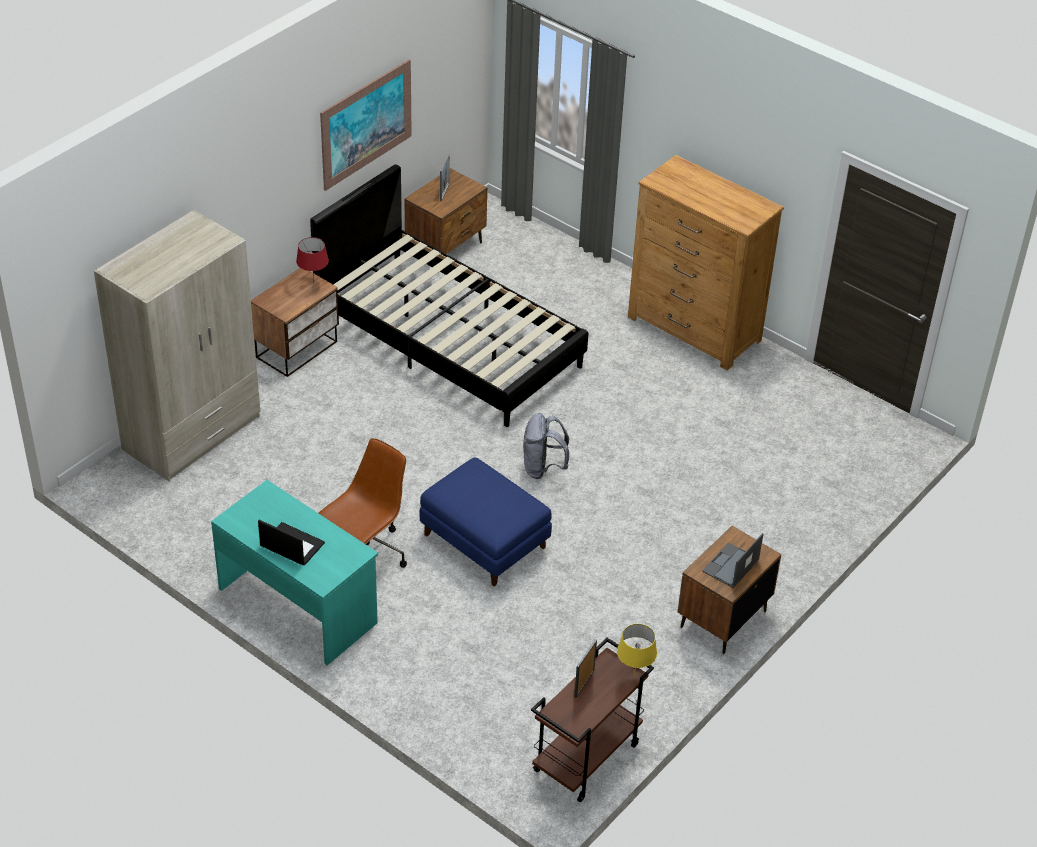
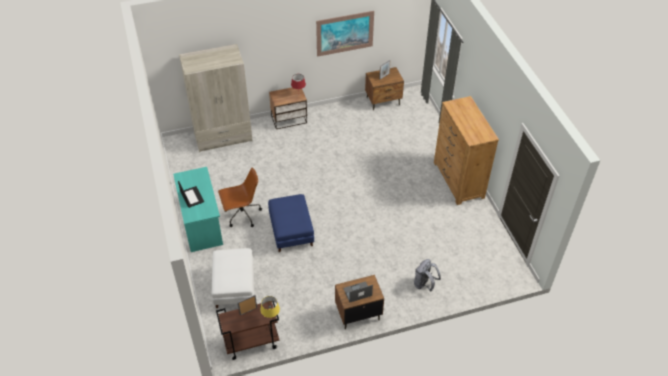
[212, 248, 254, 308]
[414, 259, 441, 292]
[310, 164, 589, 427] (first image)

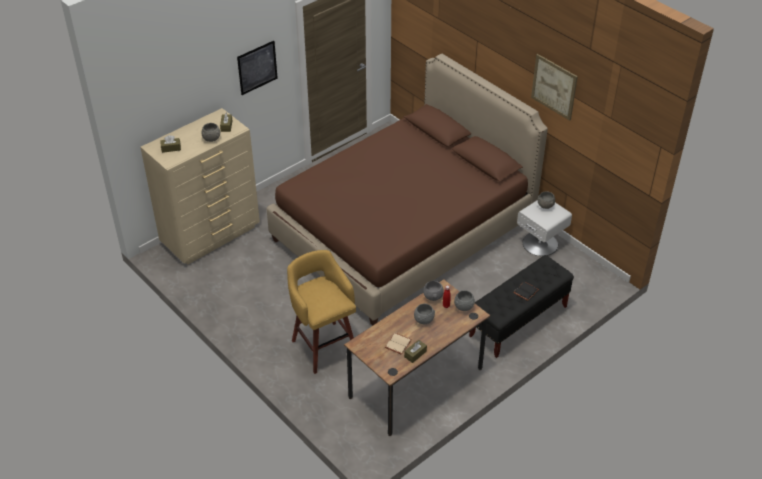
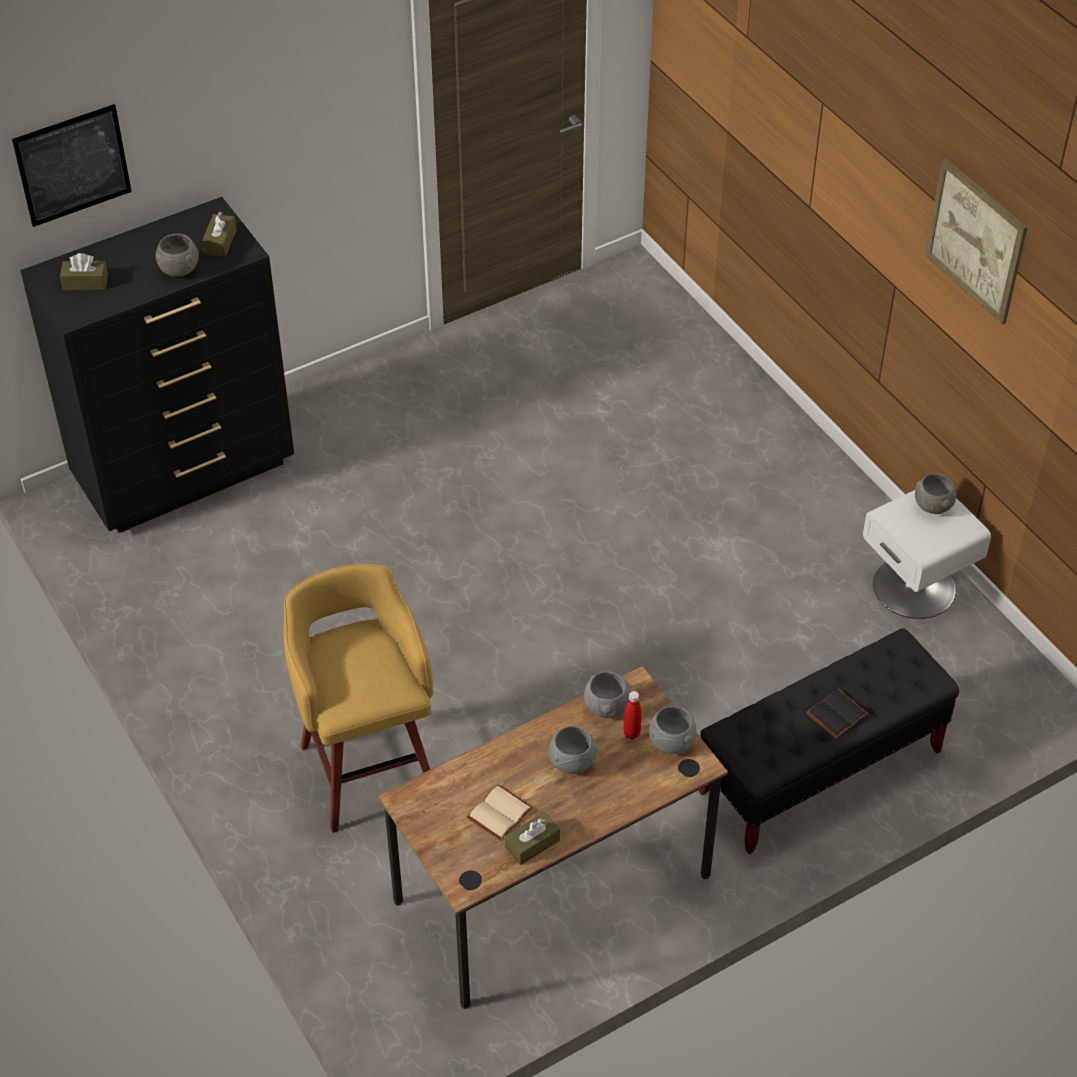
[12, 104, 132, 227]
[21, 197, 294, 533]
[266, 54, 548, 325] (first image)

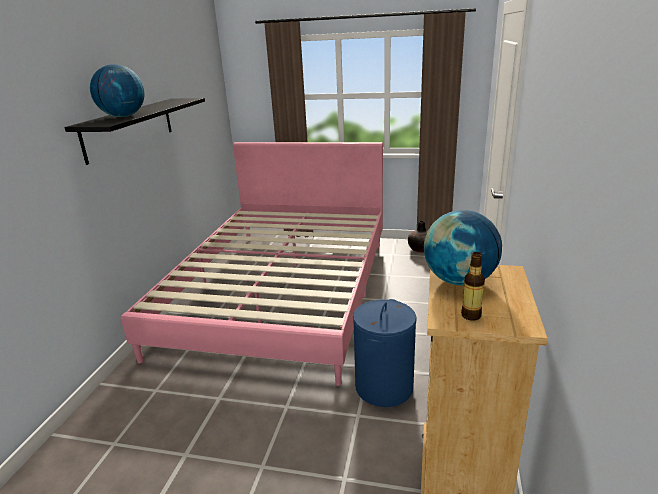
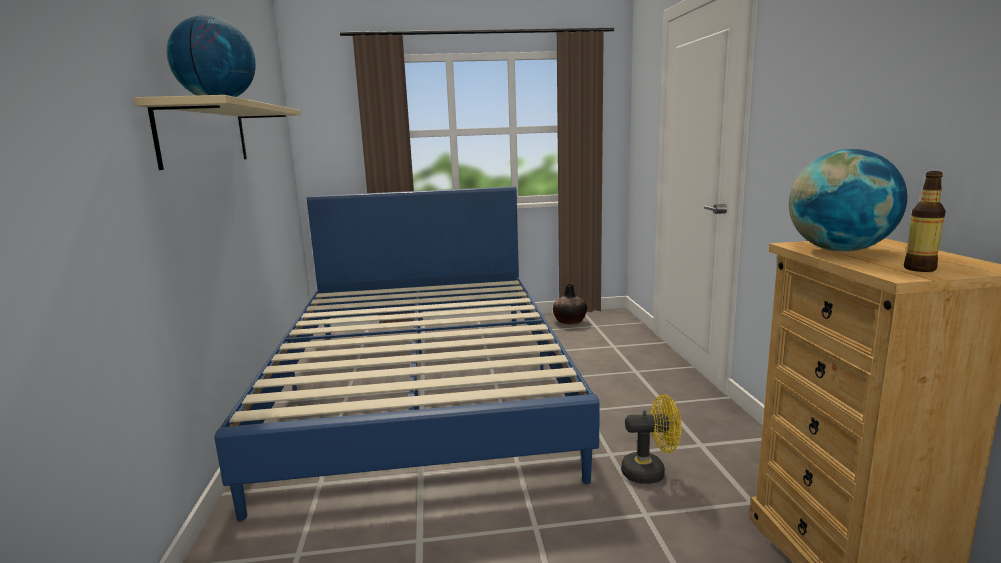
[134, 95, 301, 170]
[215, 186, 600, 521]
[621, 394, 681, 484]

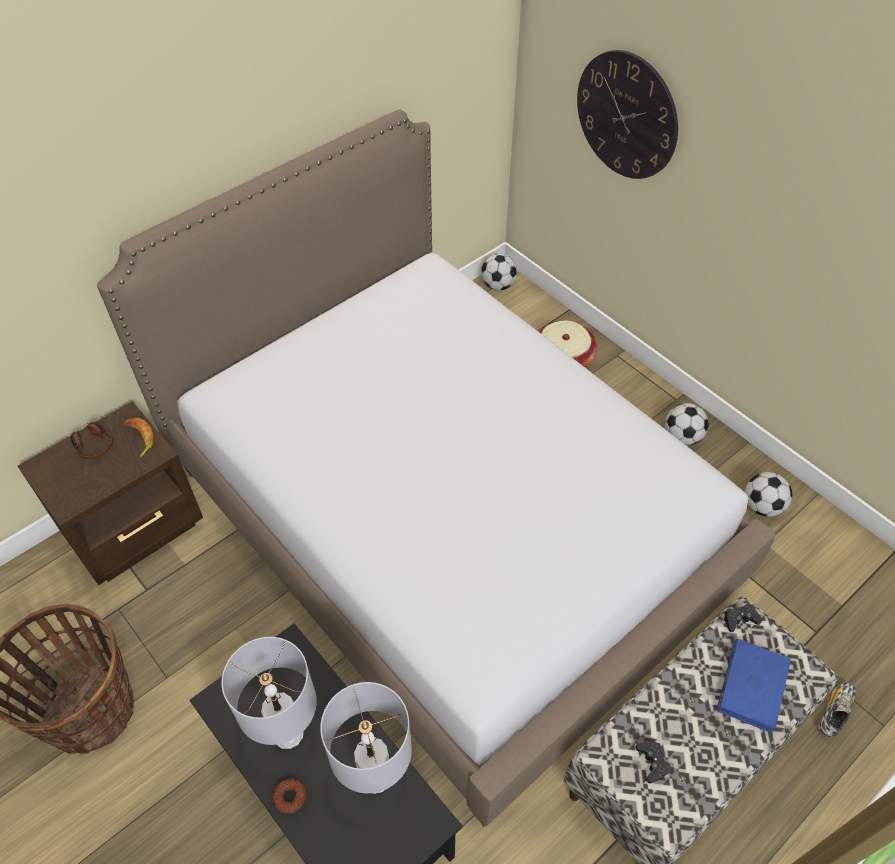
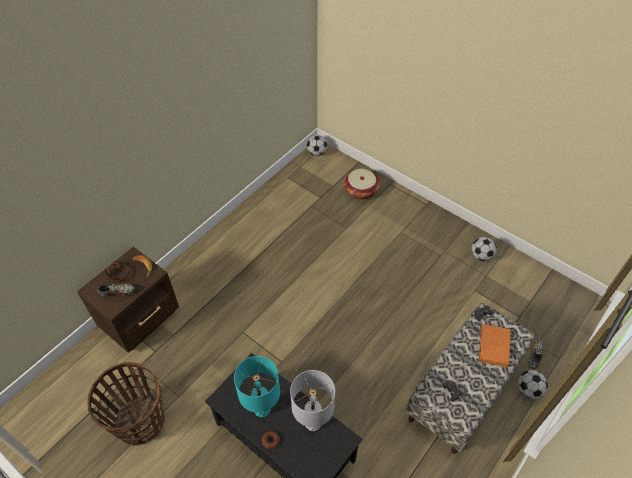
[97, 283, 135, 297]
[234, 356, 280, 417]
[479, 324, 511, 367]
[518, 370, 548, 399]
[97, 110, 775, 827] (first image)
[577, 50, 678, 179] (first image)

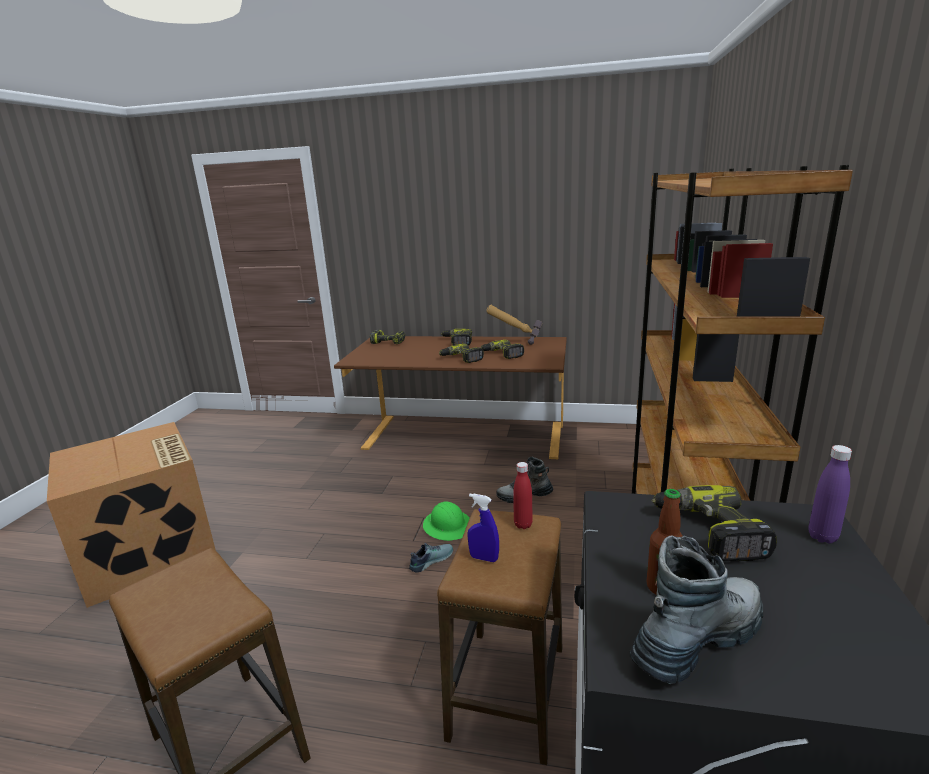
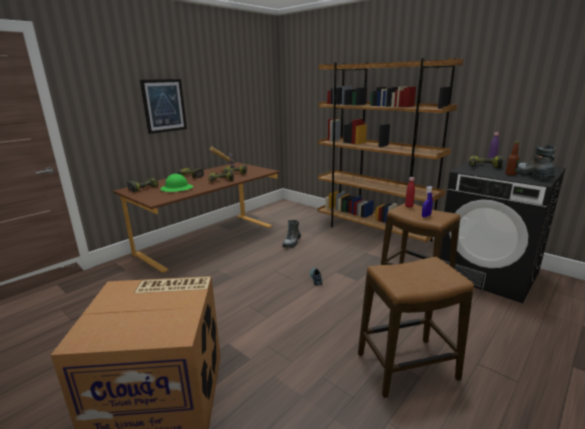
[140, 79, 187, 134]
[160, 174, 193, 192]

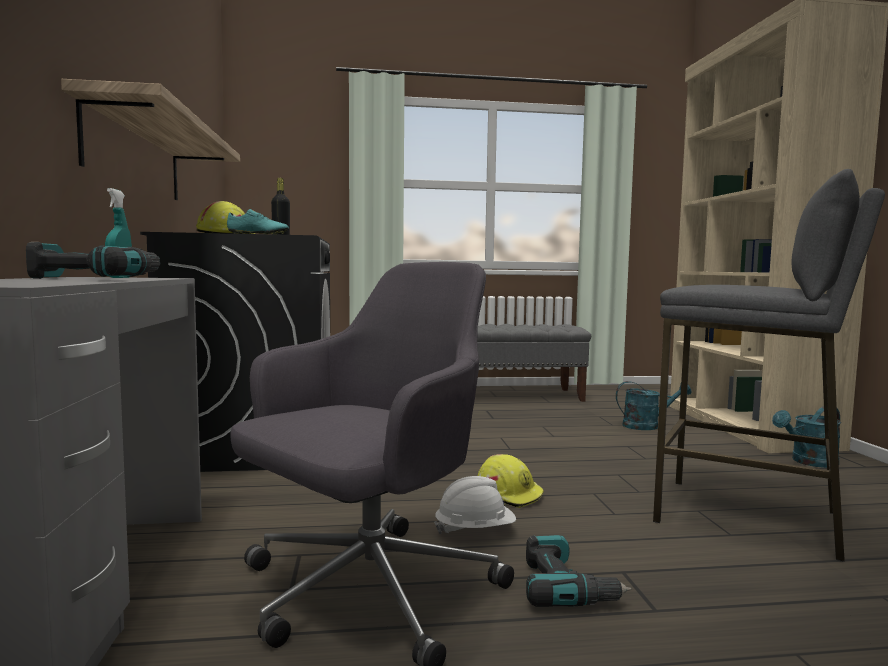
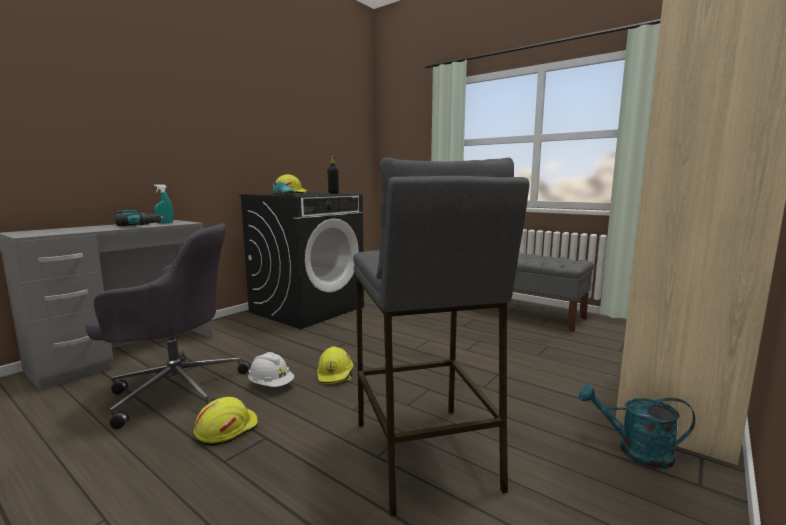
[194, 397, 258, 446]
[61, 79, 240, 200] (first image)
[616, 381, 692, 430] (first image)

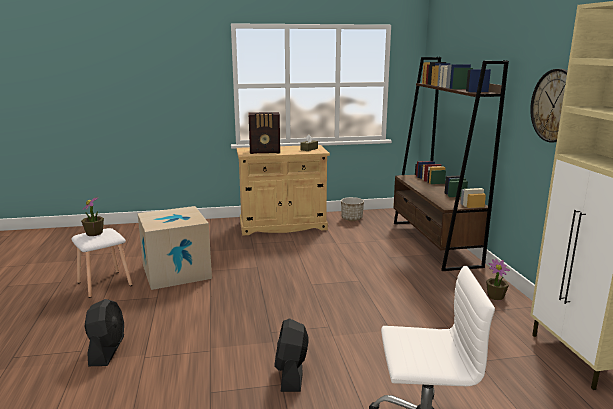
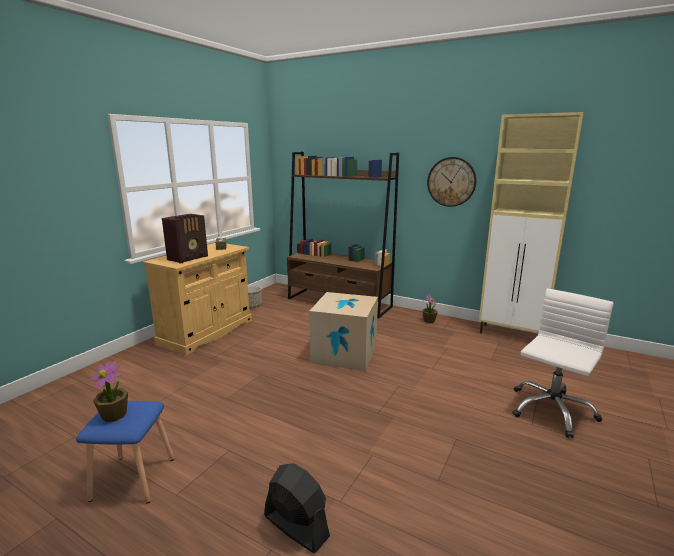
[76, 401, 174, 504]
[309, 292, 378, 371]
[274, 318, 309, 392] (first image)

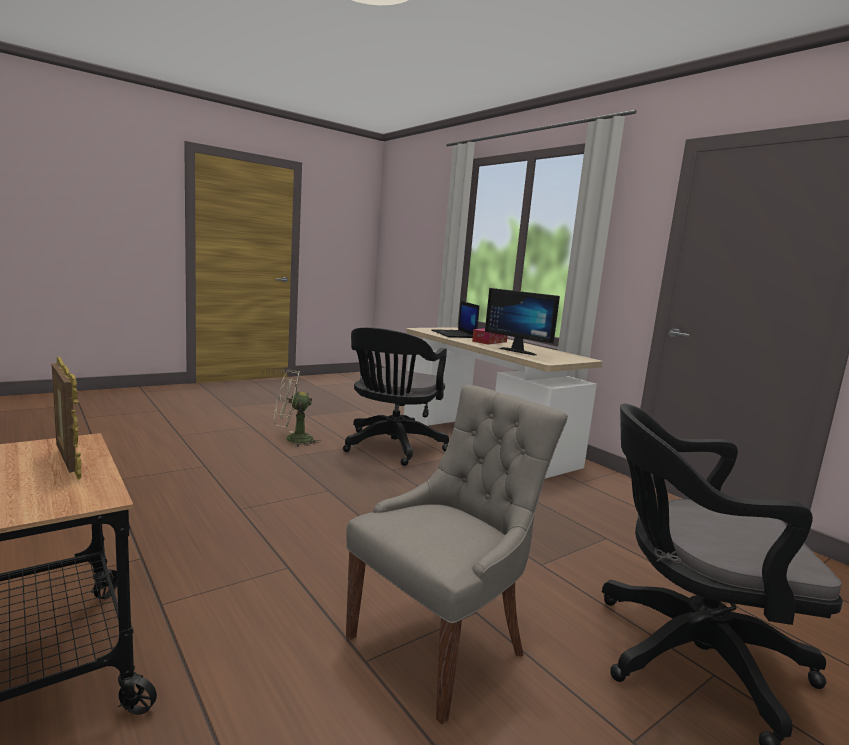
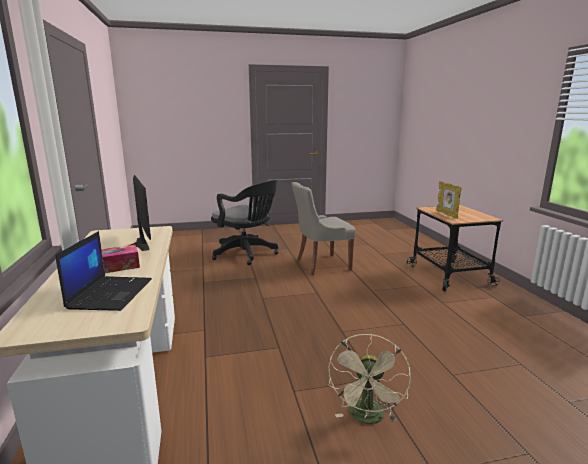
[328, 334, 411, 424]
[343, 328, 449, 466] (first image)

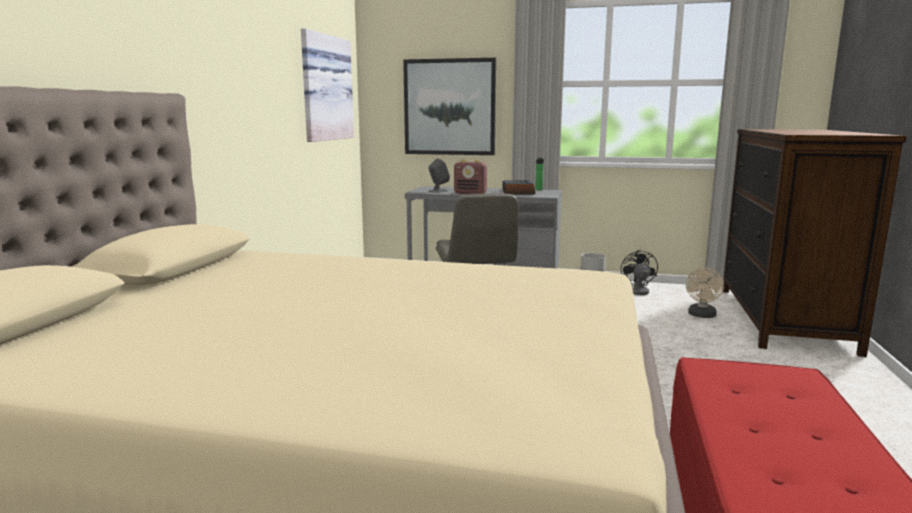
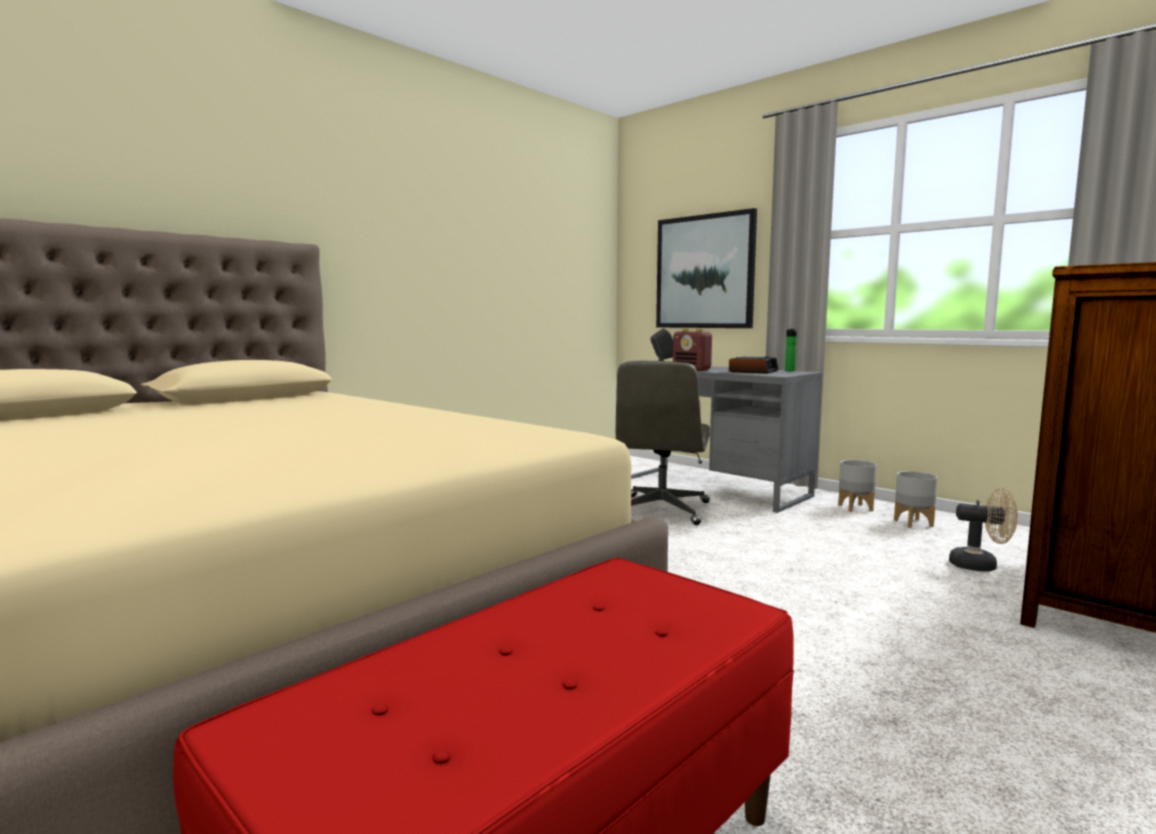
[894, 471, 938, 528]
[949, 488, 1018, 572]
[301, 28, 354, 142] (first image)

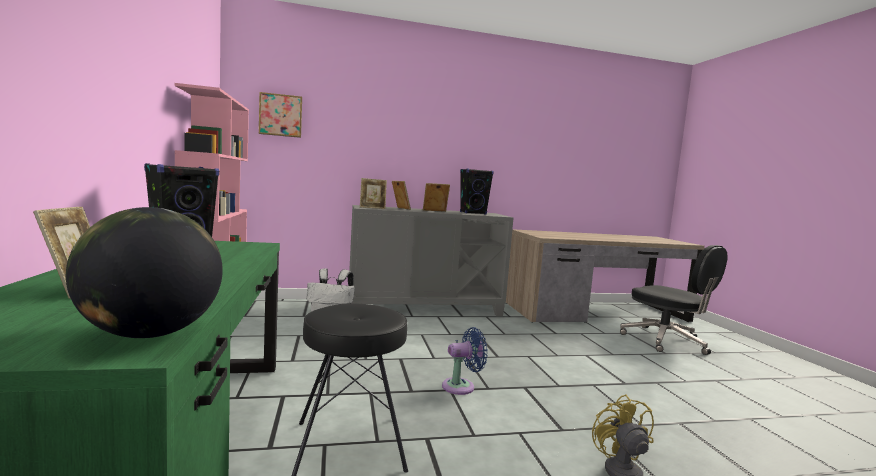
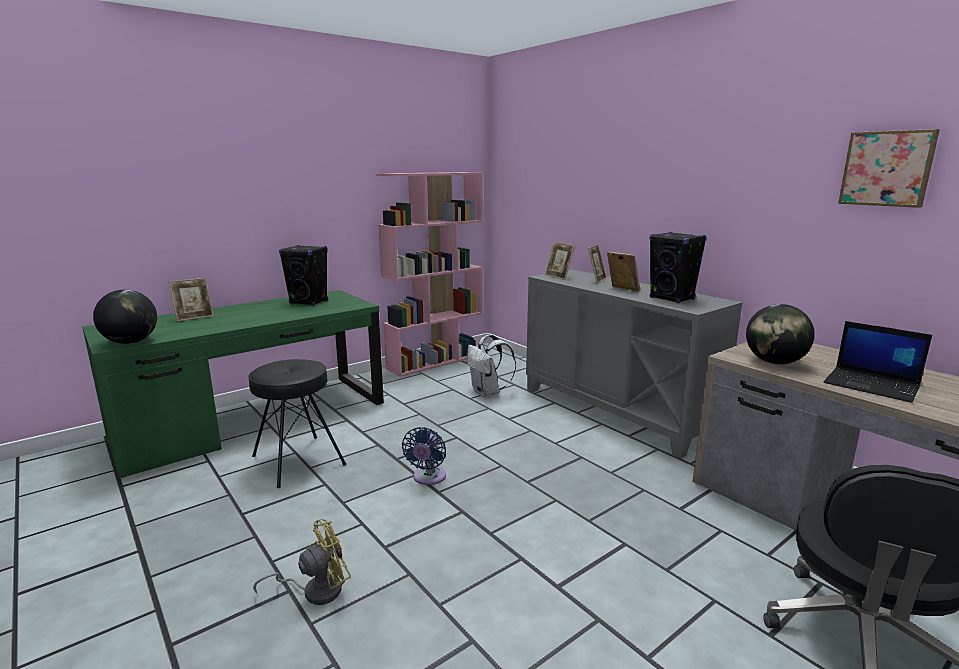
[402, 427, 446, 485]
[746, 304, 815, 364]
[824, 321, 932, 402]
[838, 129, 940, 208]

